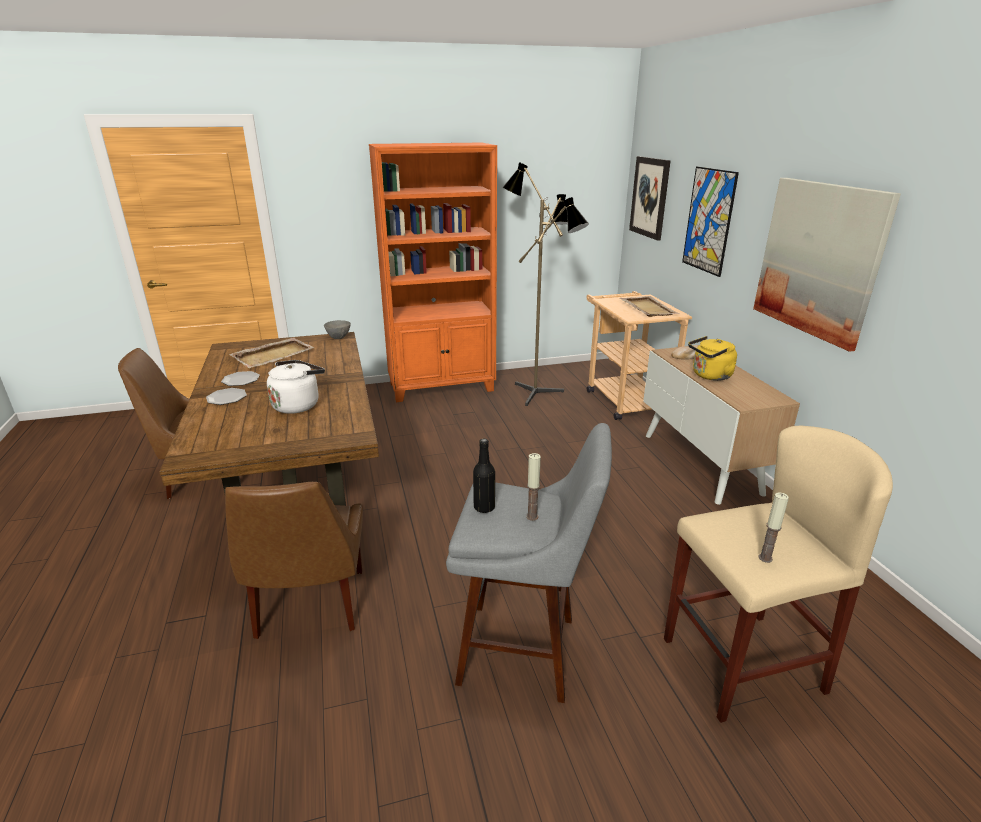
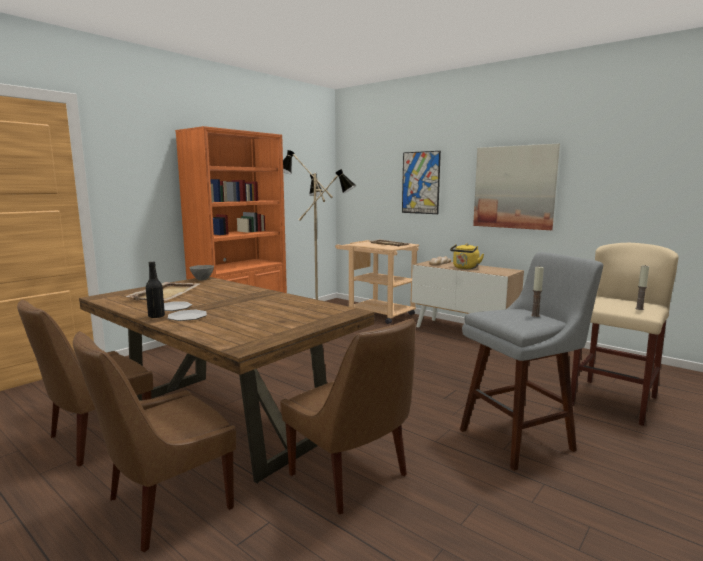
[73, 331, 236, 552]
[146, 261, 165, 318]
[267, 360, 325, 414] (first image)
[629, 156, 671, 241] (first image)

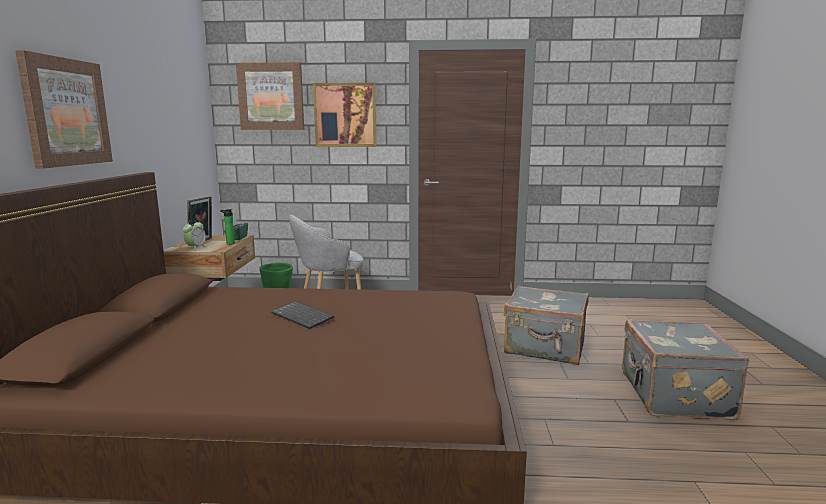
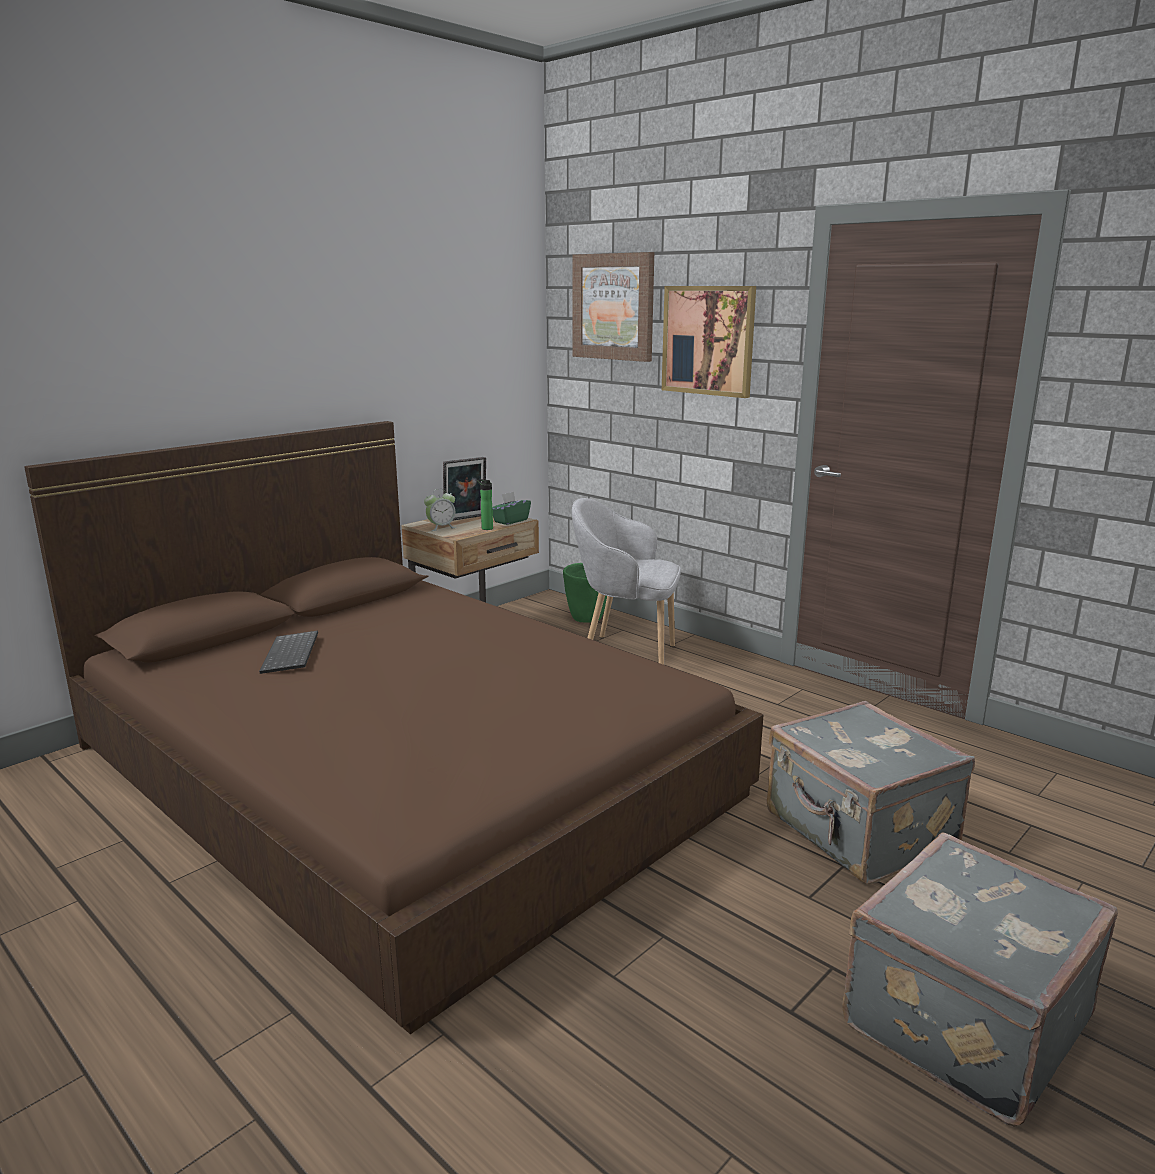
[259, 631, 318, 674]
[15, 50, 113, 169] (first image)

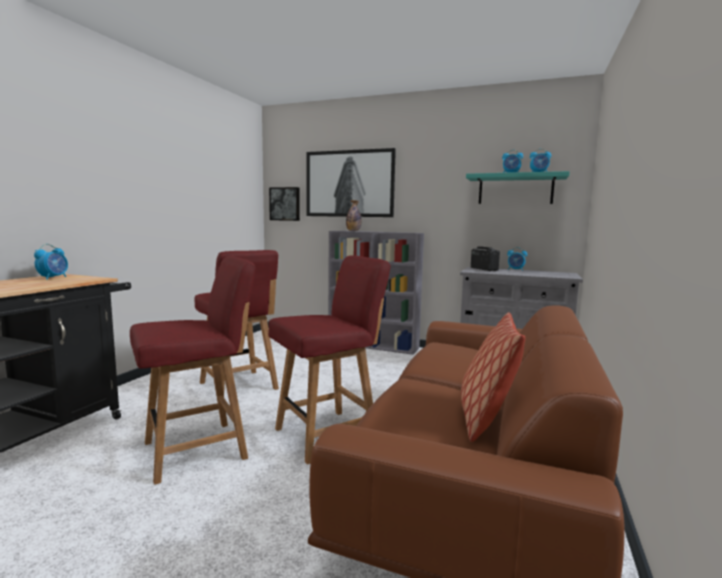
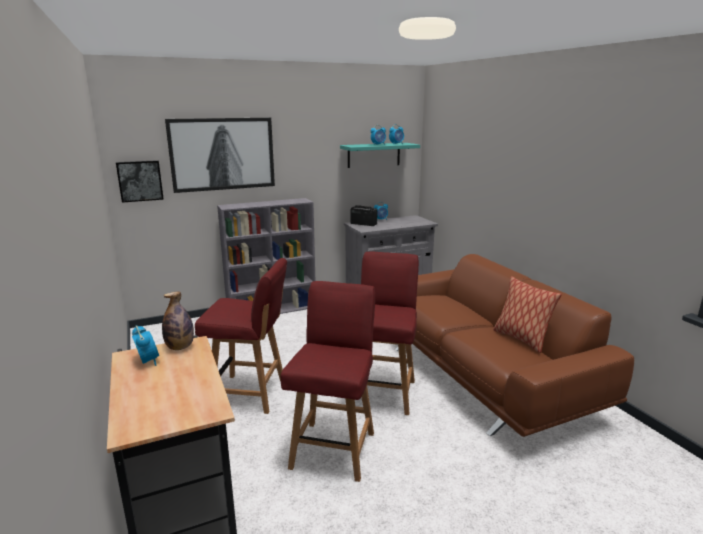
[162, 292, 194, 350]

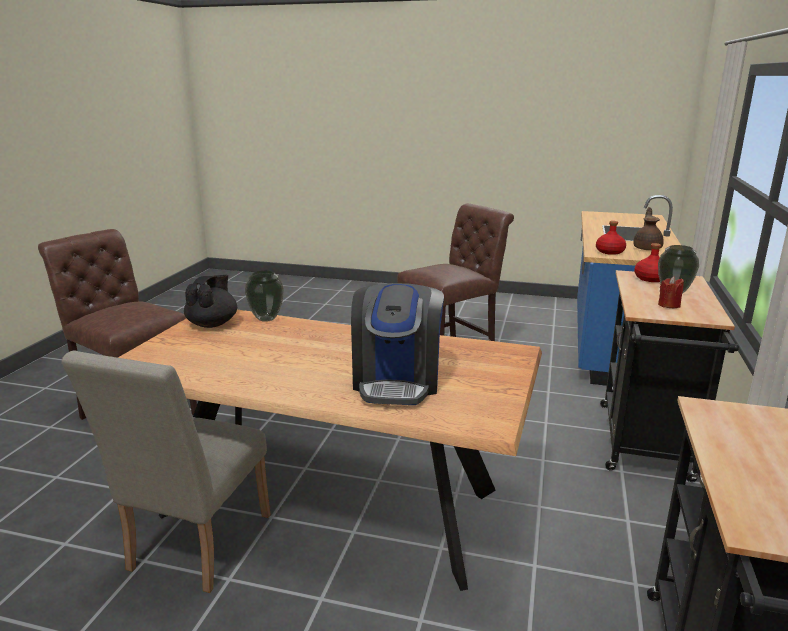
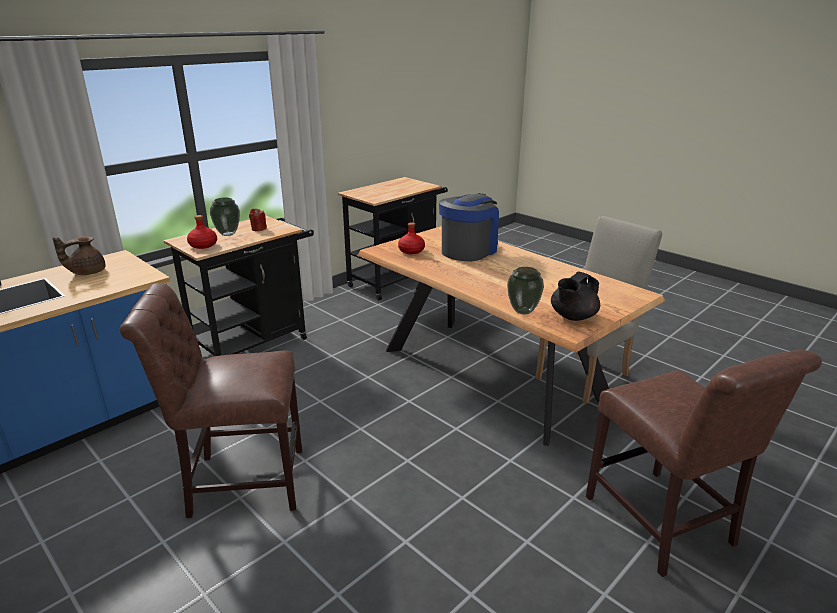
[398, 222, 425, 254]

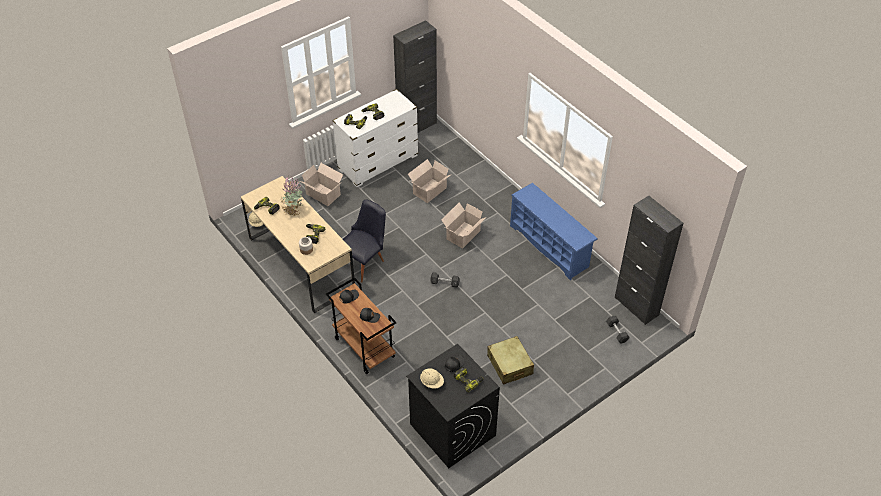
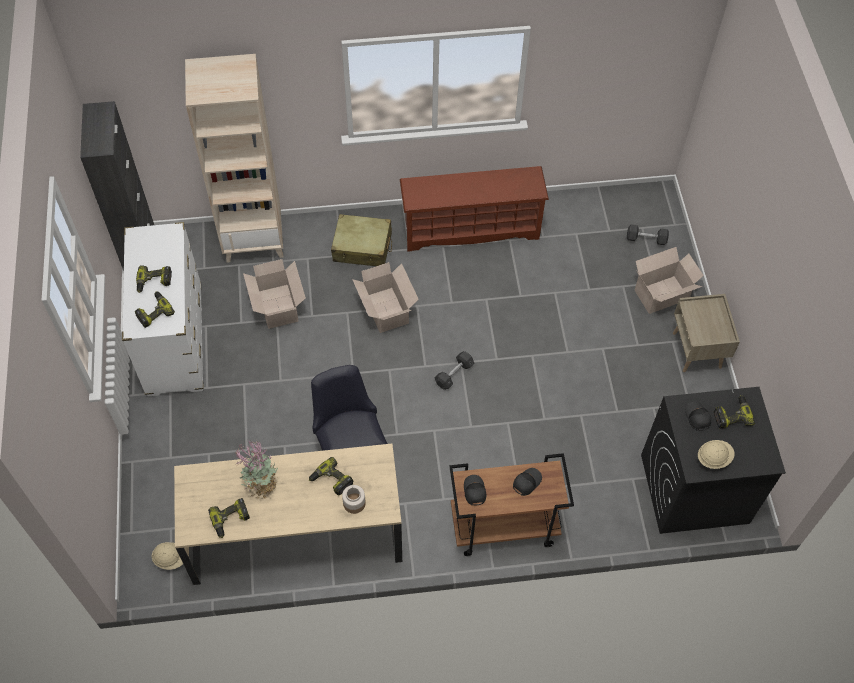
[185, 54, 283, 263]
[331, 214, 392, 266]
[400, 166, 549, 252]
[635, 247, 704, 314]
[673, 294, 740, 372]
[615, 196, 683, 325] (first image)

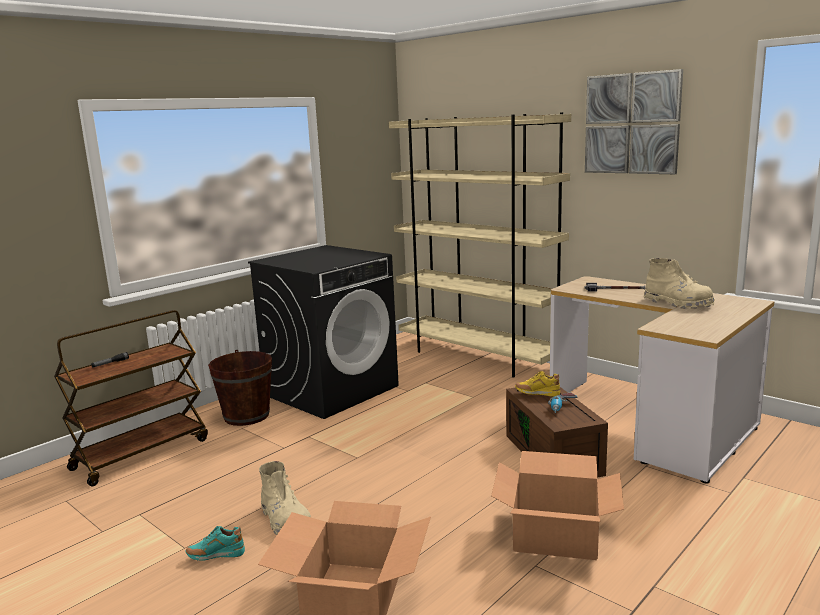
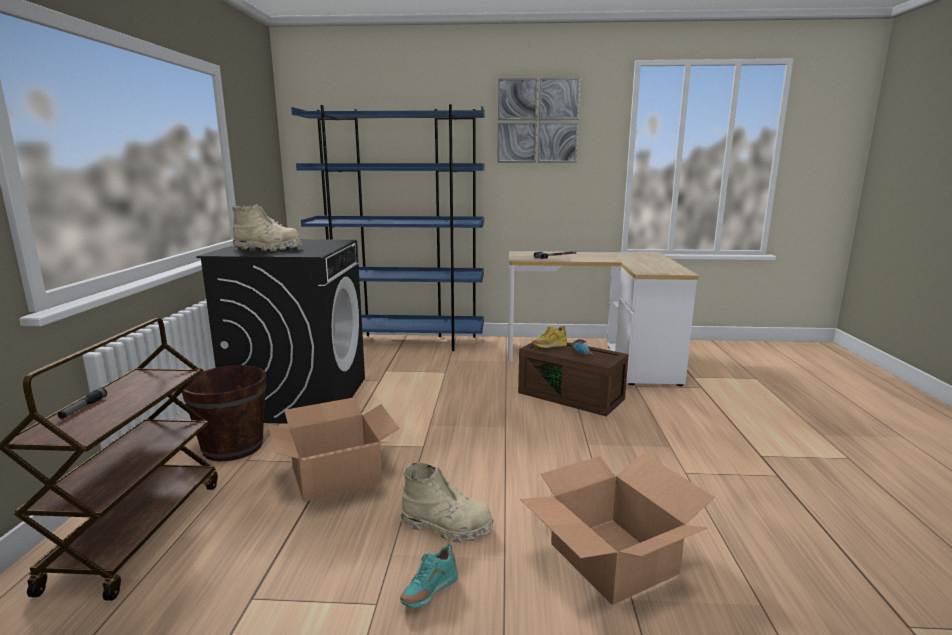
[232, 204, 302, 251]
[267, 397, 400, 502]
[291, 104, 485, 351]

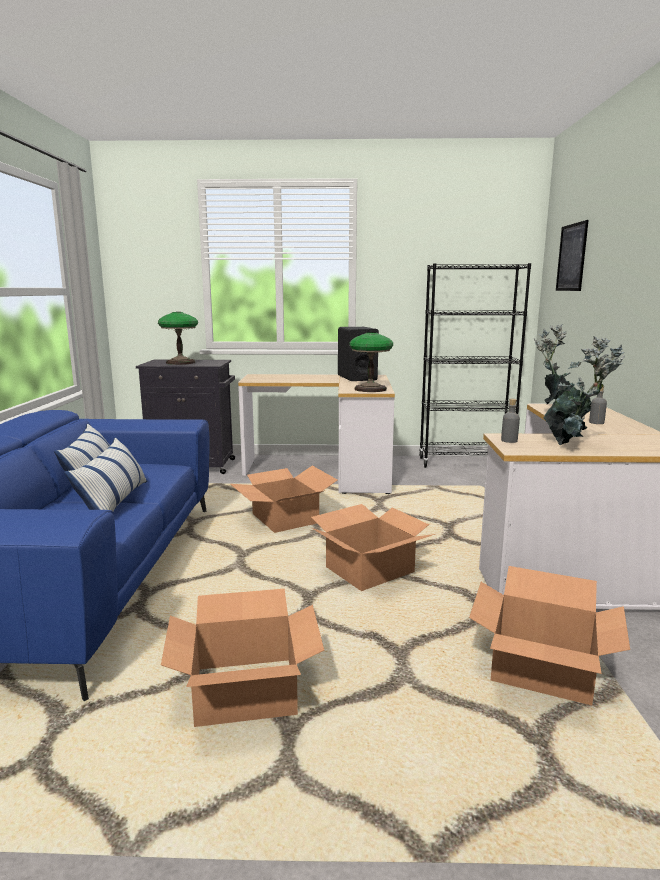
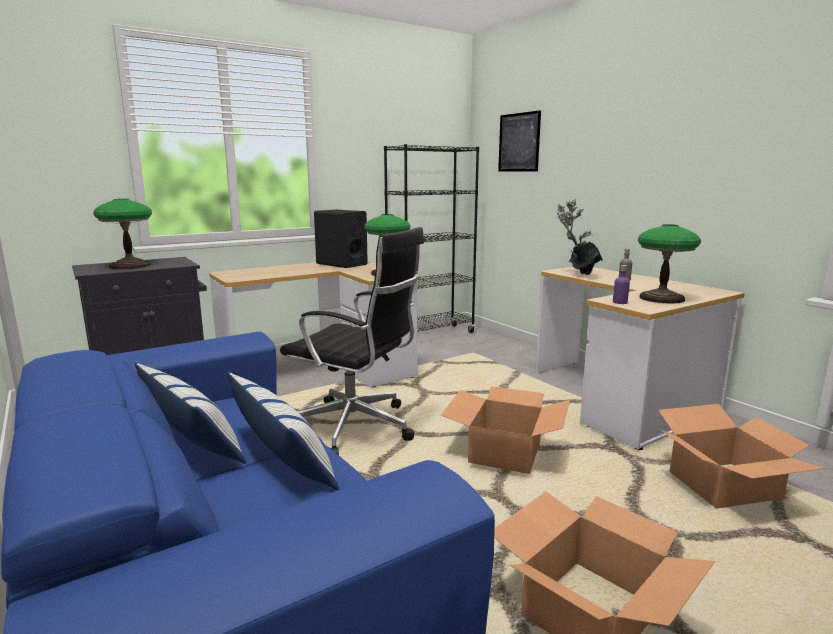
[280, 227, 424, 455]
[613, 265, 630, 304]
[638, 224, 701, 304]

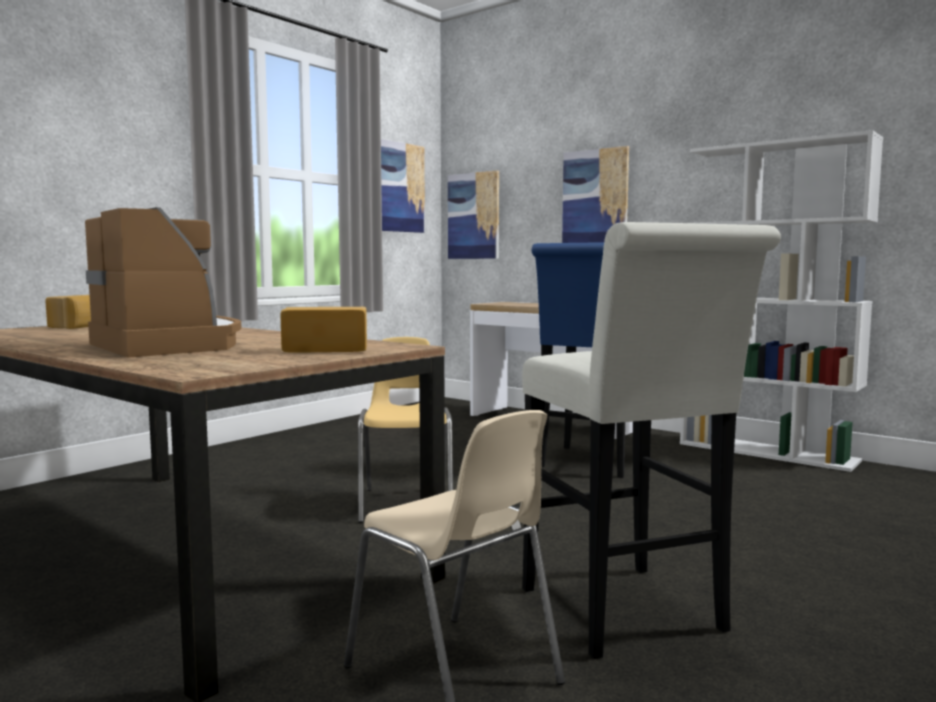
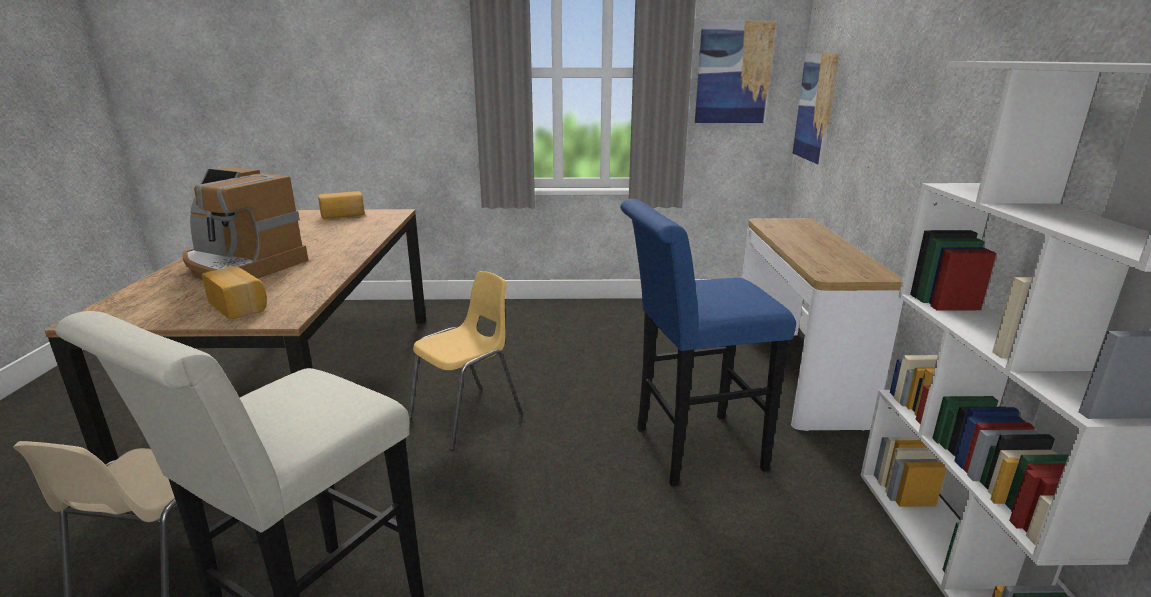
[182, 167, 308, 280]
[562, 146, 629, 243] (first image)

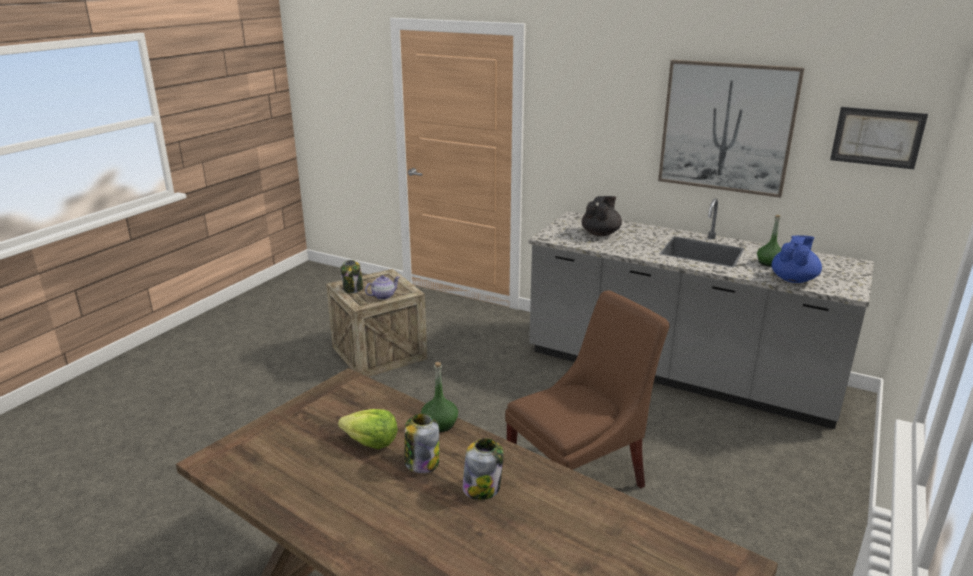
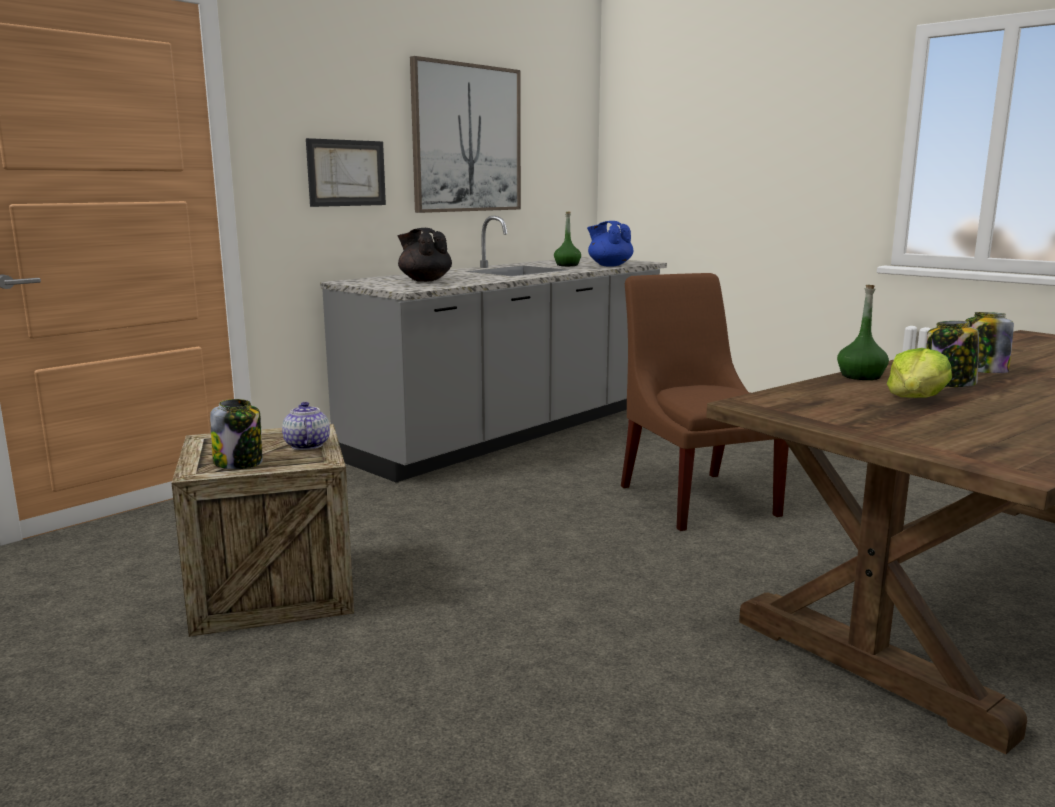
[306, 138, 386, 207]

